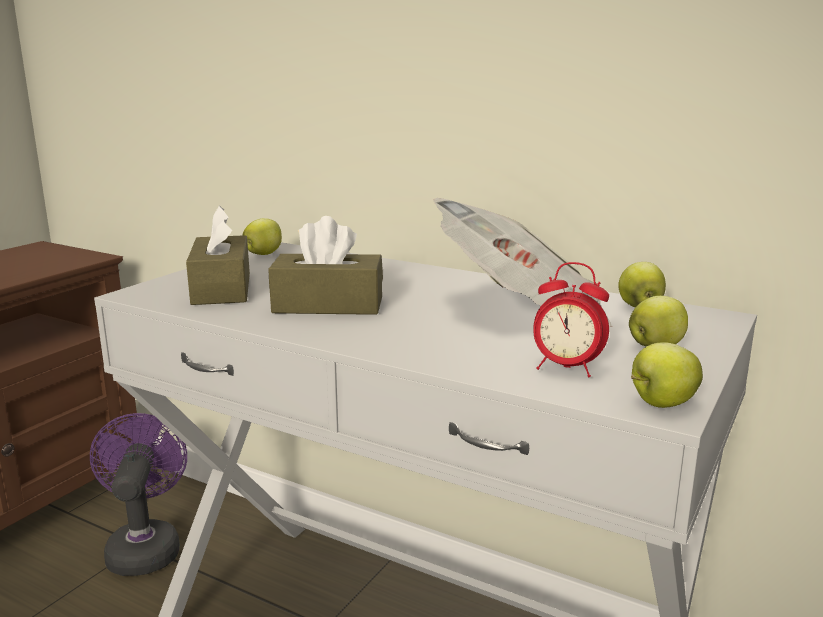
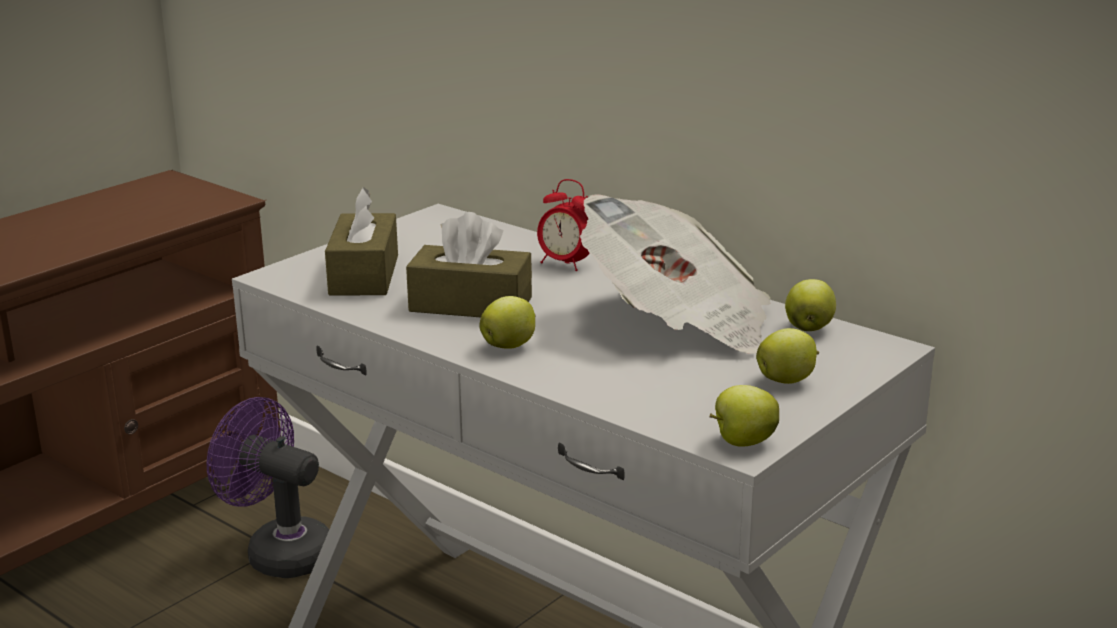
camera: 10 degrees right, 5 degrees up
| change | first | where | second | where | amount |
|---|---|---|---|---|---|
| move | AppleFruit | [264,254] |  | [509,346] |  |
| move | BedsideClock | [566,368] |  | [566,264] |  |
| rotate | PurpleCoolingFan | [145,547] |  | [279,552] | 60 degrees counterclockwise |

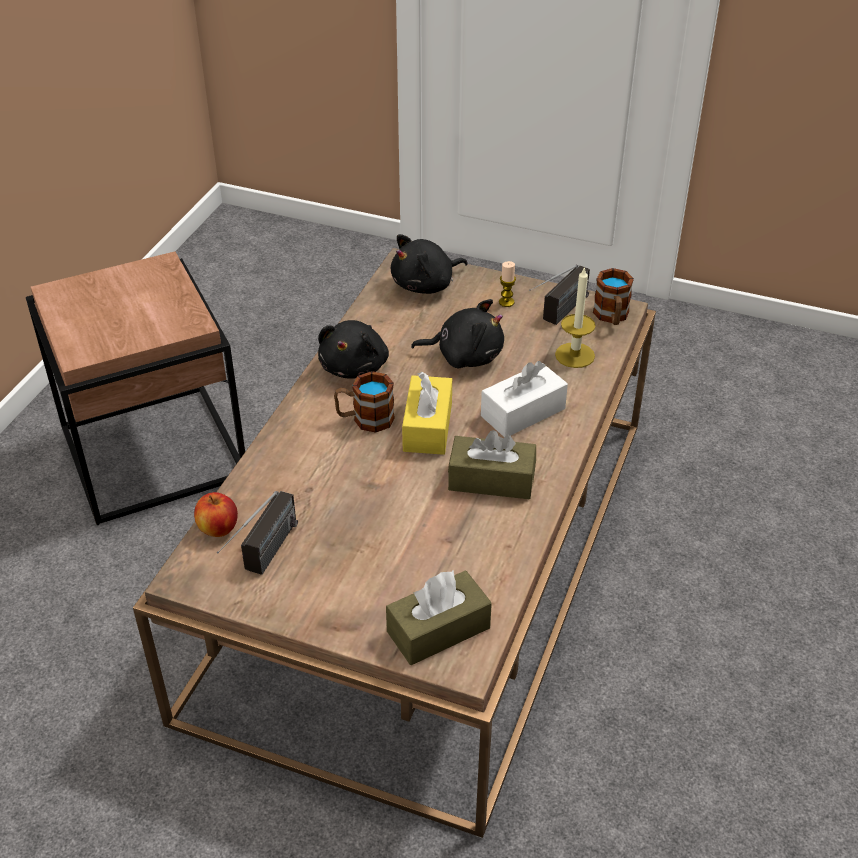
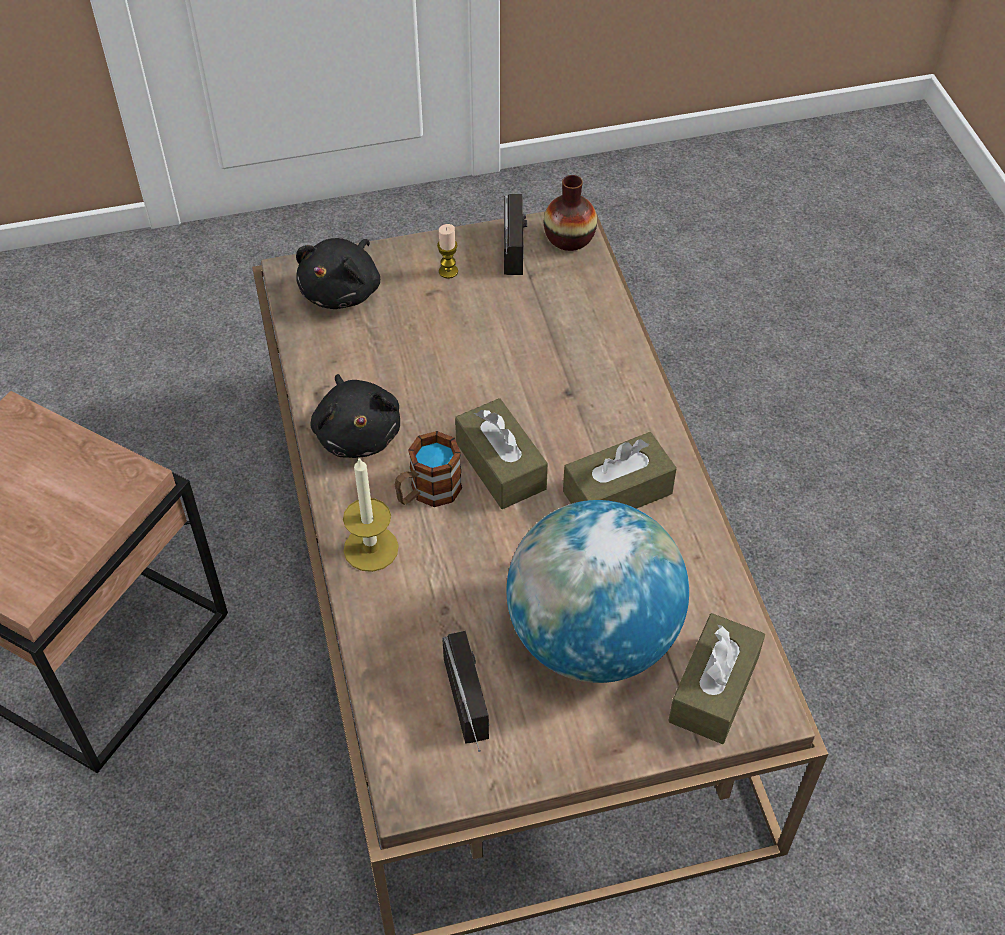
camera: 35 degrees left, 10 degrees up
| change | first | where | second | where | amount |
|---|---|---|---|---|---|
| delete | AppleFruit | [218,529] |  |  |  |
| delete | BlackSoftToy | [465,356] |  |  |  |
| delete | WhiteColouredBoxOfTissues | [523,412] |  |  |  |
| insert |  |  | DeskGlobe | [592,638] |  |
| move | Candle | [575,355] |  | [371,548] |  |
| replace | Mug | [612,317] | FlowerVase | [569,238] |  |
| recolor | YellowishBoxOfTissues | [427,427] | BrownColouredBoxOfTissues | [500,466] |  |

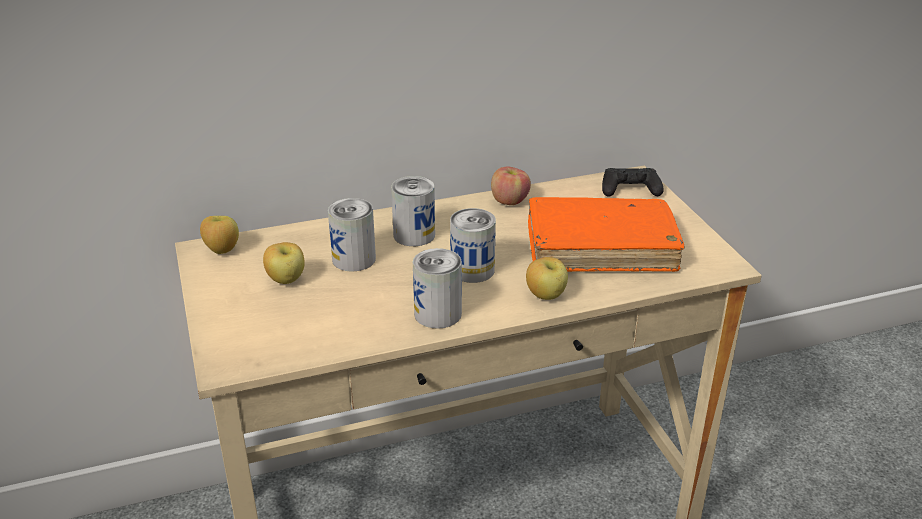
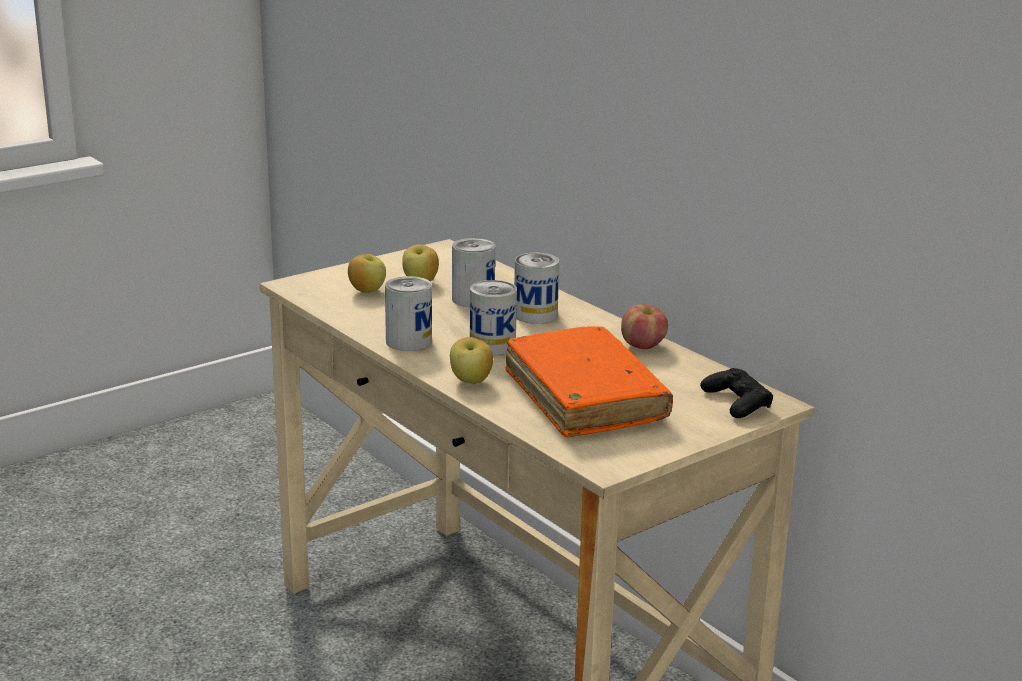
camera: 70 degrees right, 10 degrees down
| change | first | where | second | where | amount |
|---|---|---|---|---|---|
| move | AppleFruit | [222,250] |  | [367,291] |  |

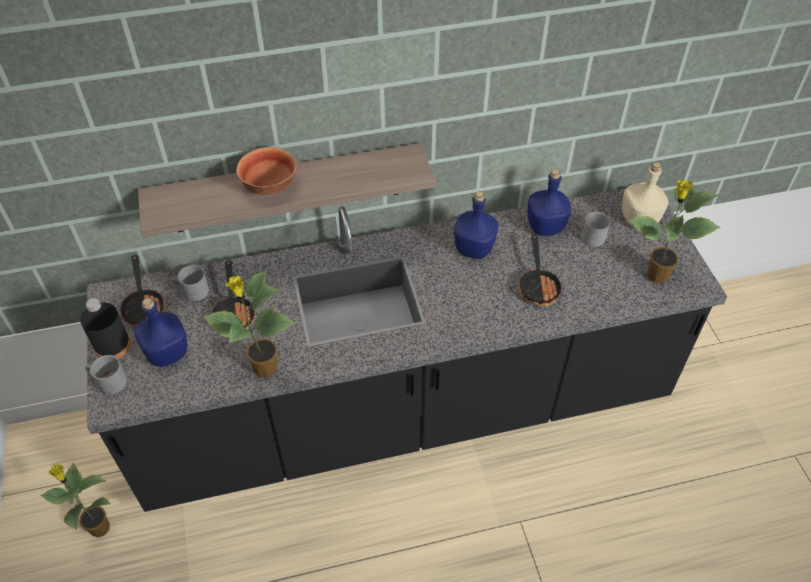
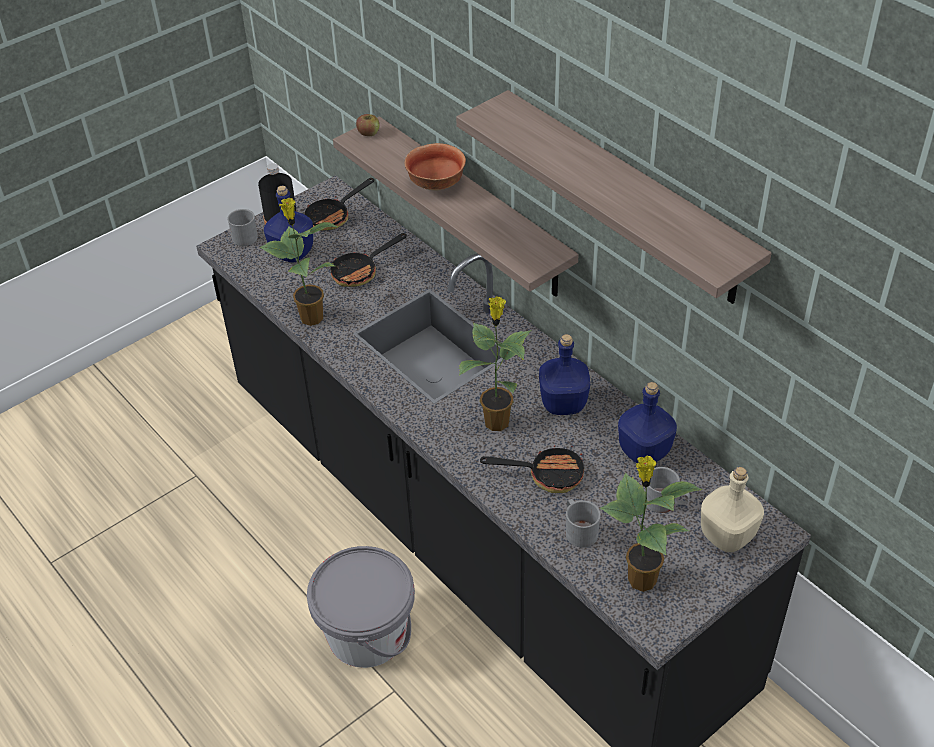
camera: 65 degrees right, 5 degrees down
| change | first | where | second | where | amount |
|---|---|---|---|---|---|
| insert |  |  | GreyPail | [367,633] |  |
| insert |  |  | AppleFruit | [368,133] |  |
| insert |  |  | BracketShelf | [627,198] |  |
| move | Houseplant | [98,527] |  | [497,420] |  |
| move | GreyMug | [191,291] |  | [579,530] |  |
| rotate | Skillet | [538,285] |  | [547,474] | 150 degrees counterclockwise |

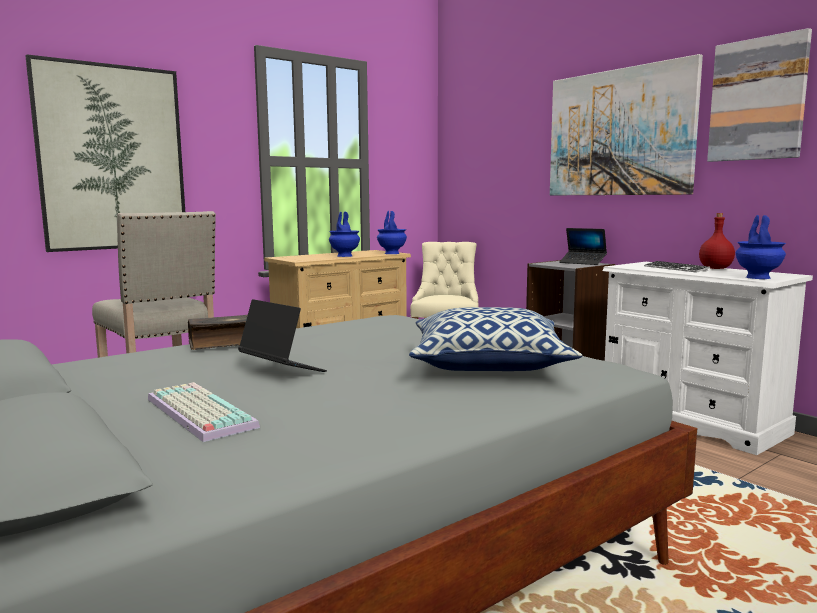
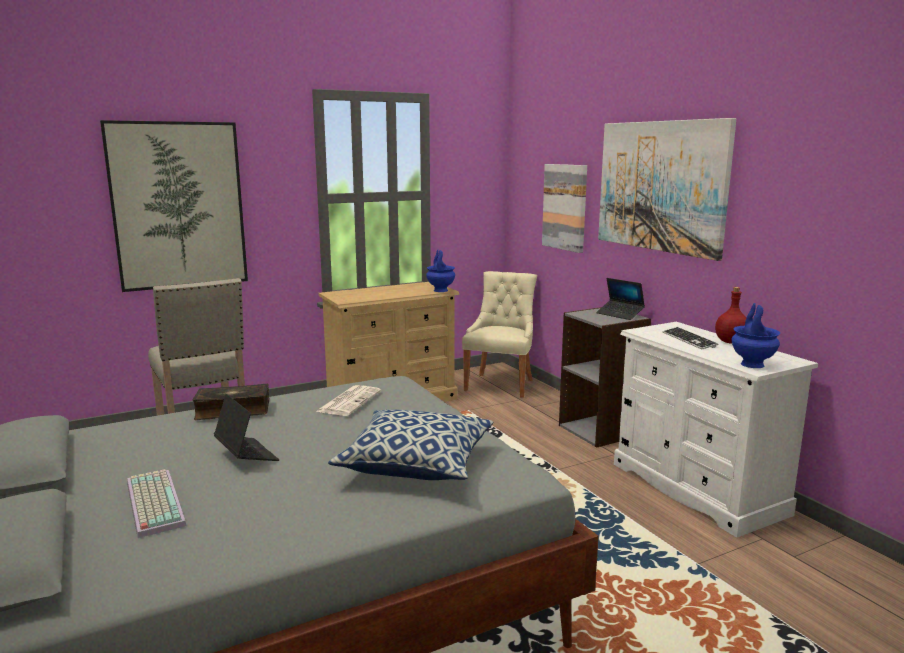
camera: 10 degrees right, 5 degrees up
| change | first | where | second | where | amount |
|---|---|---|---|---|---|
| delete | BlueFlowerVase | [344,256] |  |  |  |
| insert |  |  | Newspaper | [349,401] |  |
| move | WallArt | [757,100] |  | [565,207] |  |

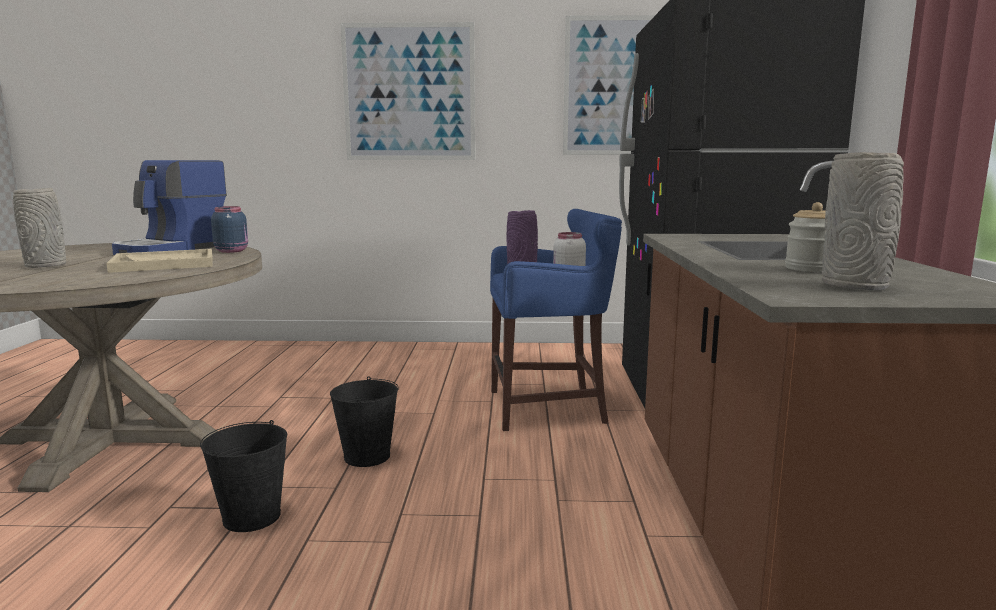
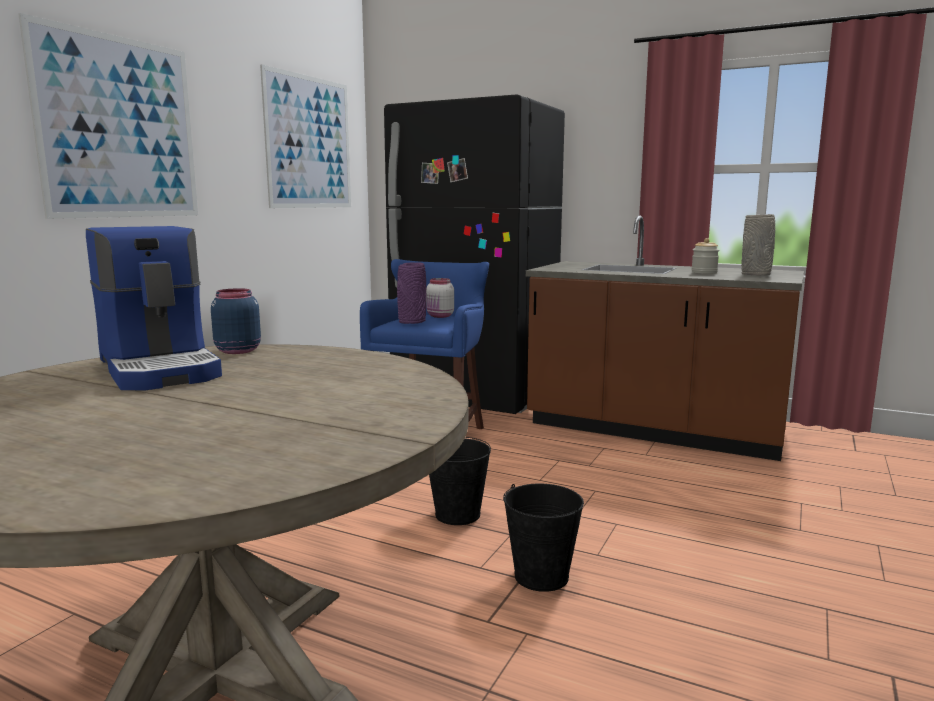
camera: 65 degrees left, 0 degrees up
| change | first | where | second | where | amount |
|---|---|---|---|---|---|
| delete | GreyFlowerVase | [46,266] |  |  |  |
| delete | BeigeColouredCarryingTray | [164,264] |  |  |  |

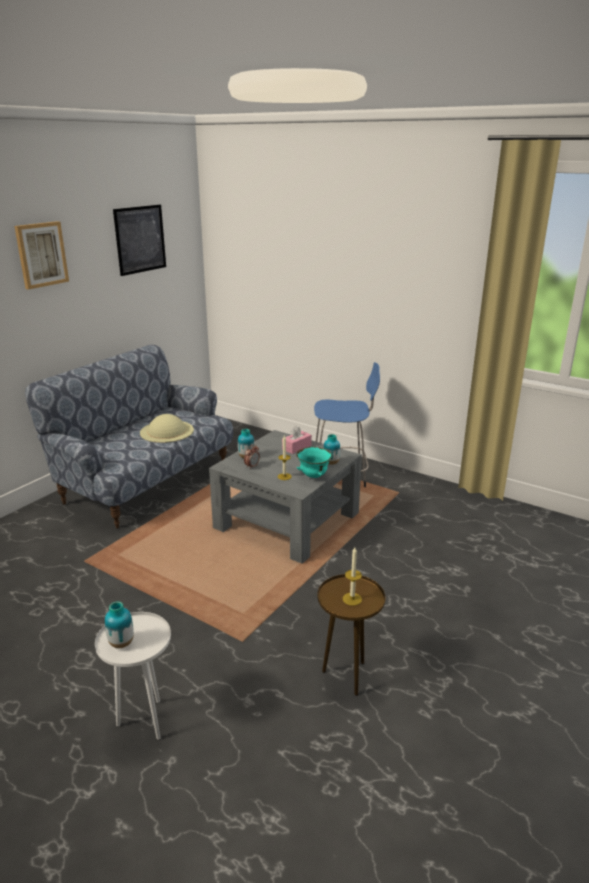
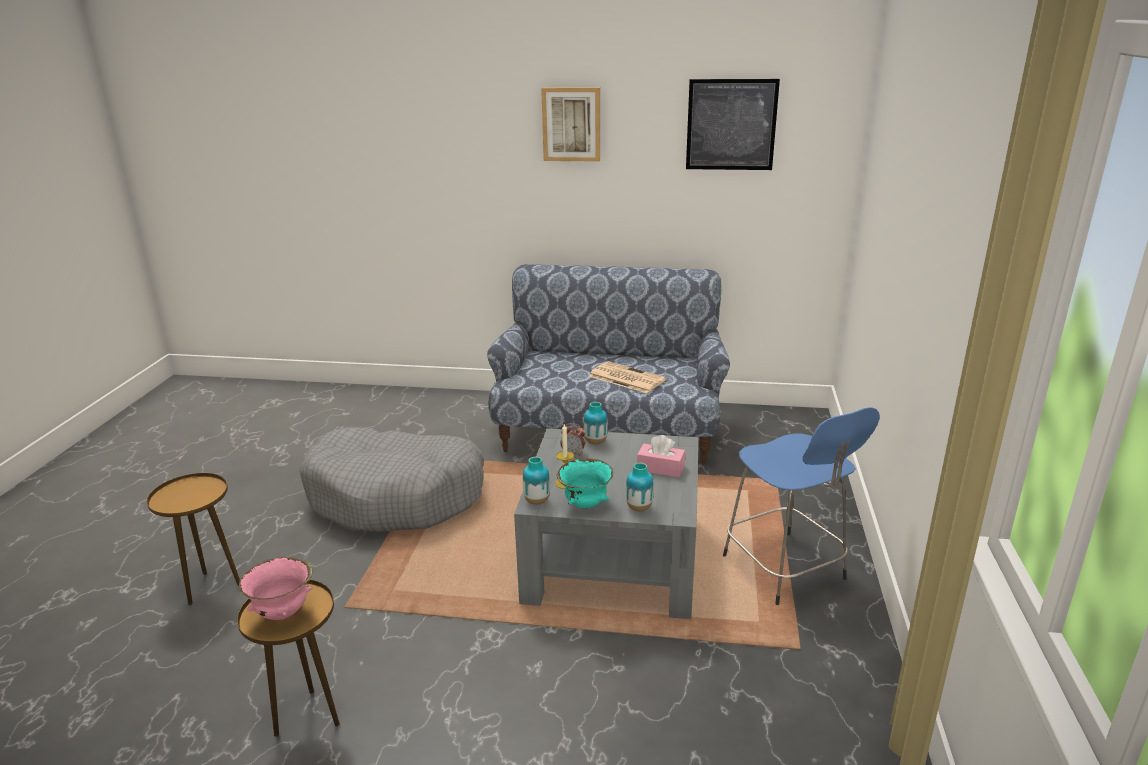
camera: 65 degrees right, 0 degrees up
| change | first | where | second | where | amount |
|---|---|---|---|---|---|
| insert |  |  | GreyDogBed | [396,496] |  |
| move | FlowerVase | [121,643] |  | [537,501] |  |
| replace | BeigeColouredHat | [167,431] | Newspaper | [625,378] |  |
| replace | Candle | [352,599] | PinkDeepDish | [283,613] |  |
| recolor | WhiteColouredEndTable | [145,721] | BrownColouredEndTable | [211,587] |  |

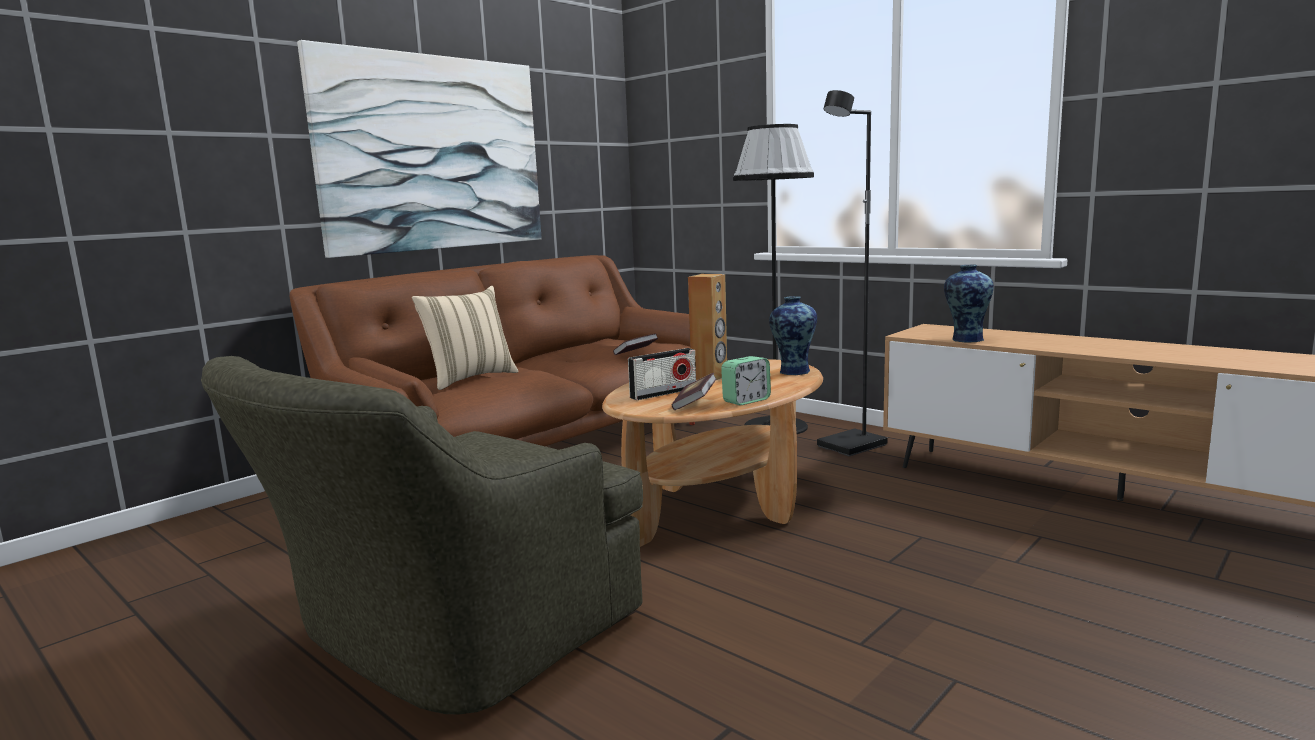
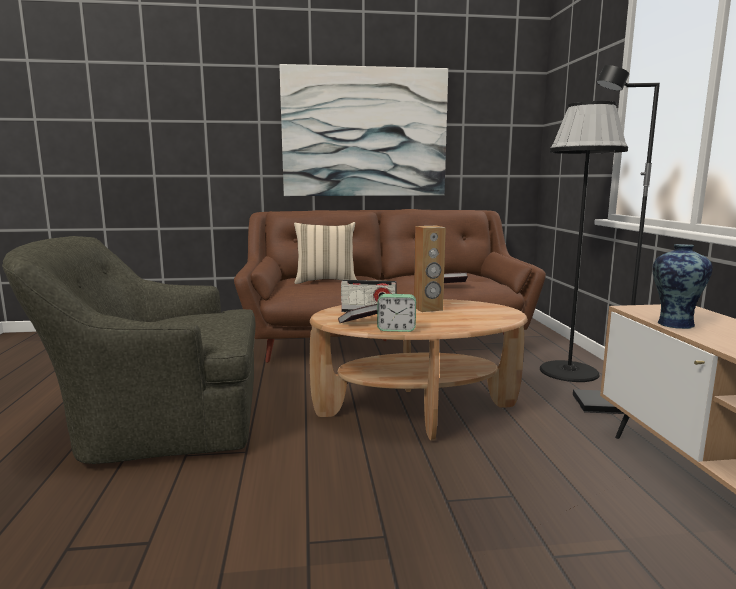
camera: 40 degrees right, 0 degrees up
| change | first | where | second | where | amount |
|---|---|---|---|---|---|
| delete | FlowerVase | [793,371] |  |  |  |

